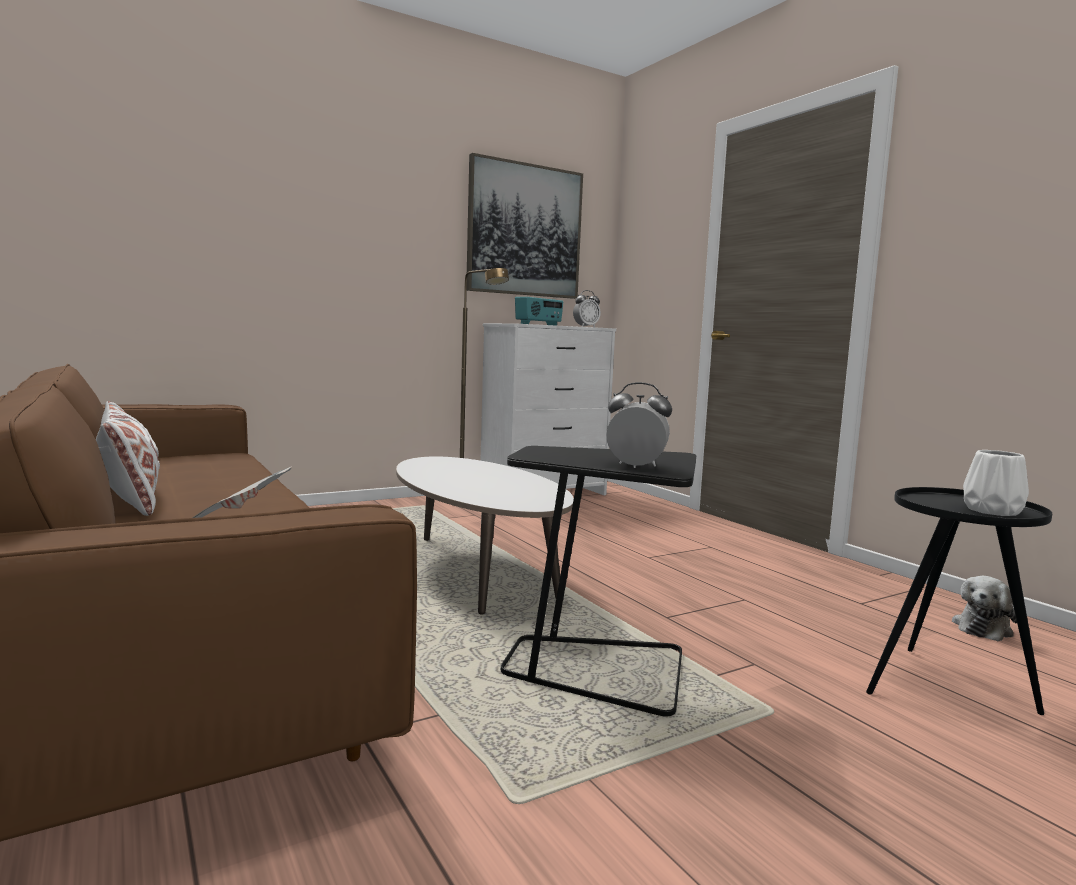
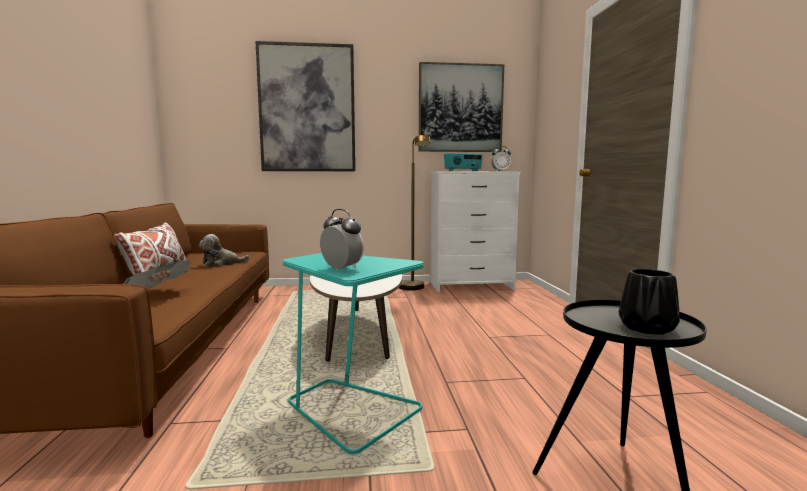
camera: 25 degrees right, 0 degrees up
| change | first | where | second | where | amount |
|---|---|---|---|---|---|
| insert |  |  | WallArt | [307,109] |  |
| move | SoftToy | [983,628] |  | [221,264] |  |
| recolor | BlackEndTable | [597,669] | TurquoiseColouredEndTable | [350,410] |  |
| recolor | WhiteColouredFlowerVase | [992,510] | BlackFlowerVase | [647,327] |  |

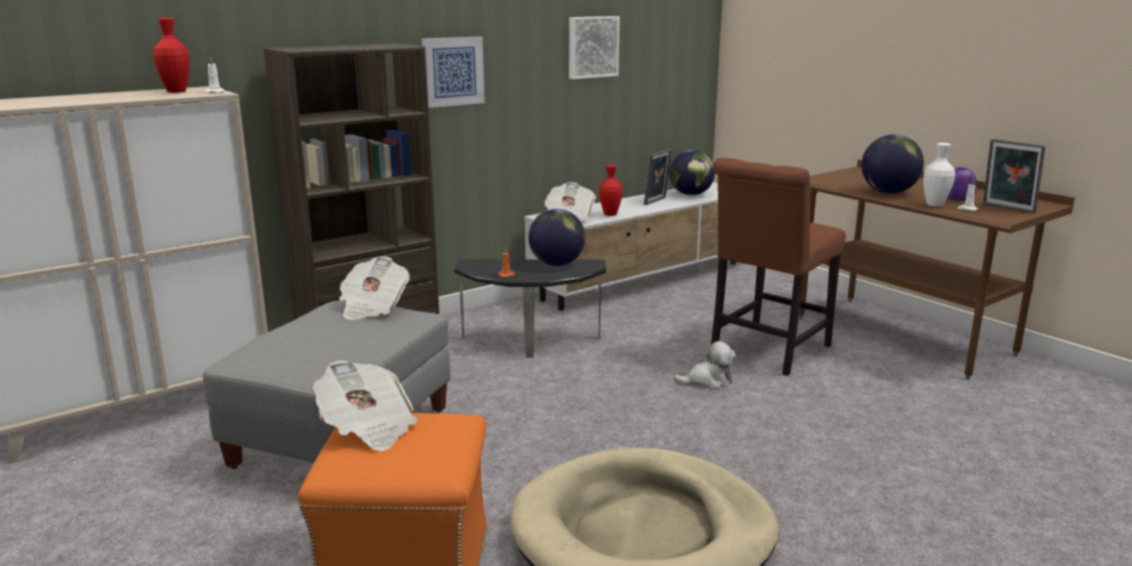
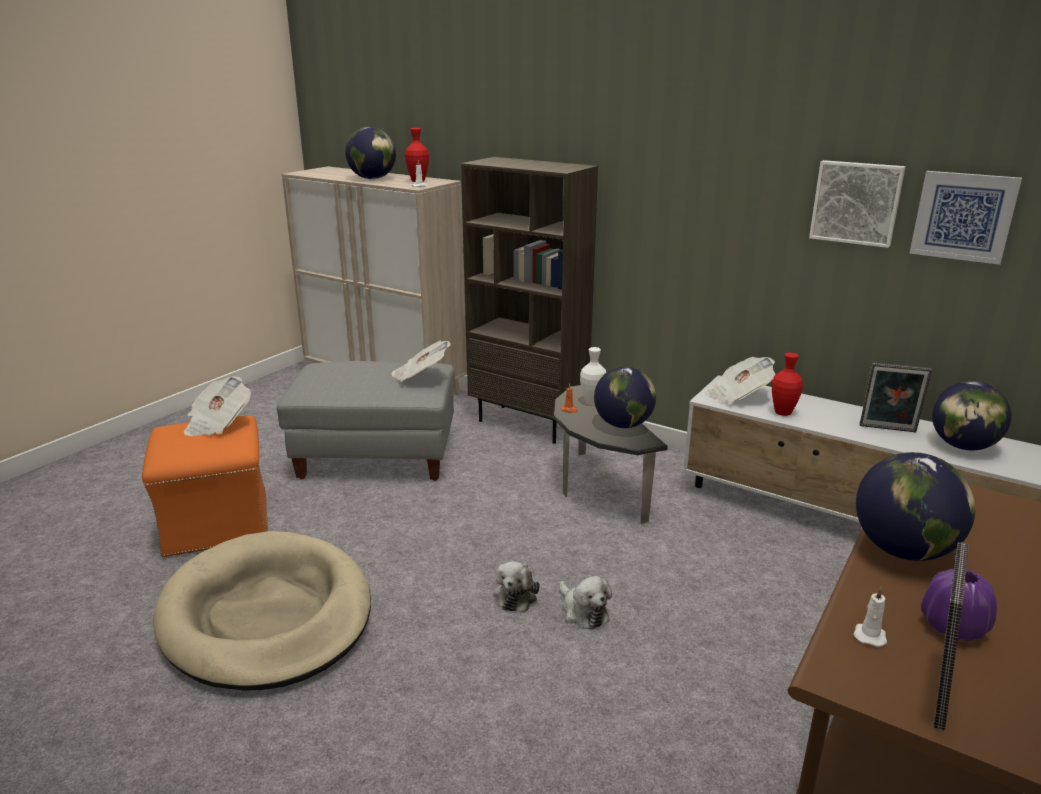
camera: 70 degrees right, 5 degrees up
| change | first | where | second | where | amount |
|---|---|---|---|---|---|
| delete | BrownColouredUprightChair | [766,351] |  |  |  |
| insert |  |  | DeskGlobe | [372,179] |  |
| insert |  |  | SoftToy | [516,595] |  |
| move | WallArt | [452,71] |  | [963,216] |  |
| move | WhiteColouredFlowerVase | [934,205] |  | [592,402] |  |

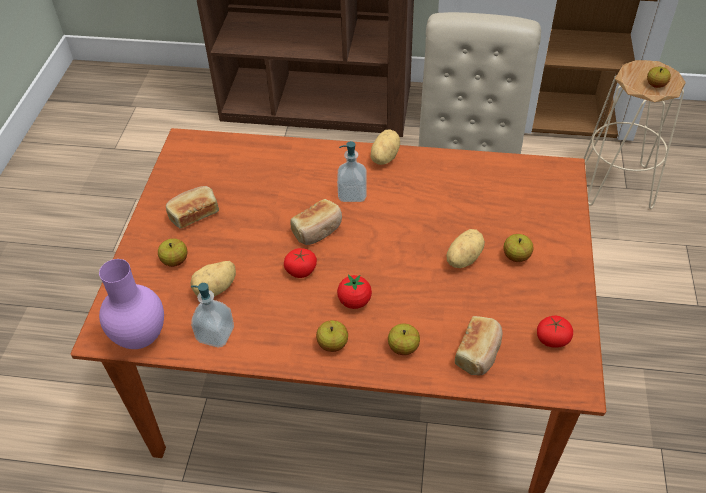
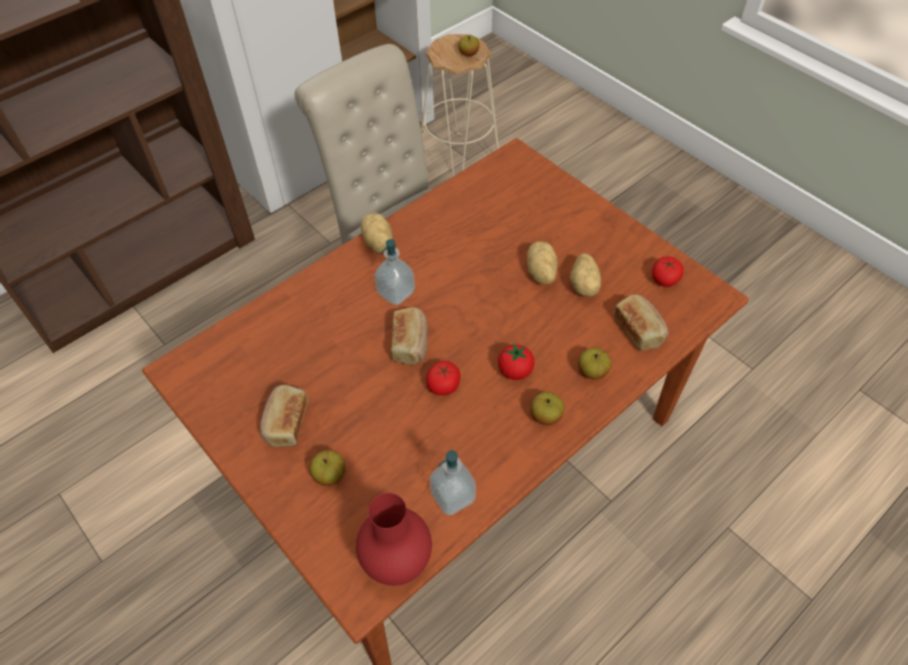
camera: 50 degrees left, 5 degrees up
| change | first | where | second | where | amount |
|---|---|---|---|---|---|
| delete | AppleFruit | [516,256] |  |  |  |
| move | WholePotato | [216,289] |  | [584,285] |  |
| recolor | PurpleFlowerVase | [139,337] | RedColouredFlowerVase | [396,563] |  |

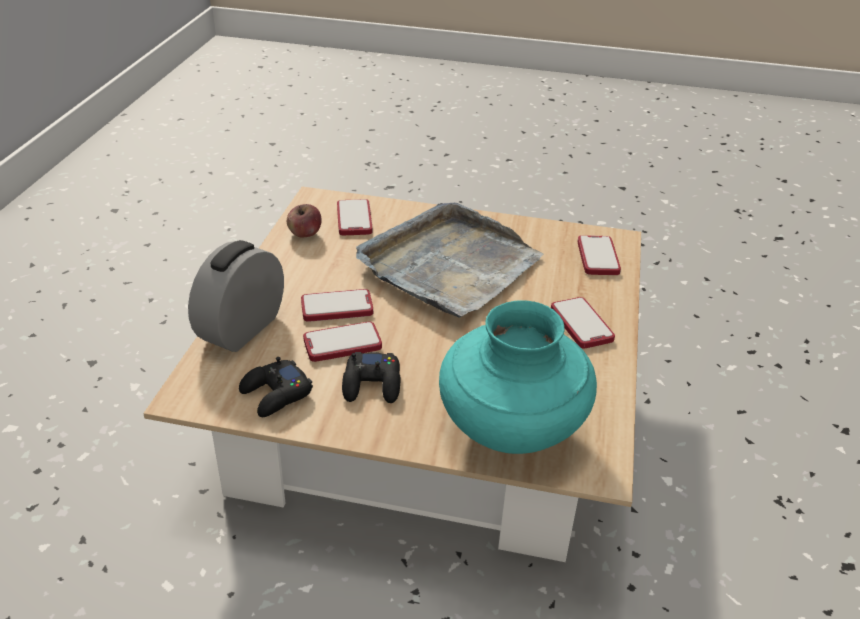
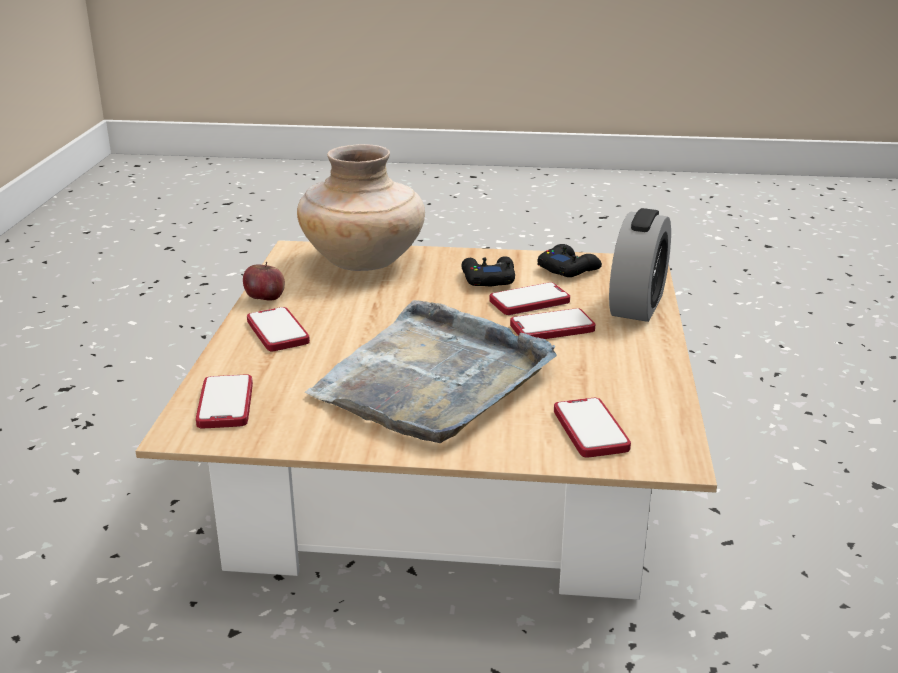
camera: 175 degrees right, 10 degrees down
| change | first | where | second | where | amount |
|---|---|---|---|---|---|
| move | AppleFruit | [305,234] |  | [265,298] |  |
| recolor | TurquoiseColouredFlowerVase | [510,430] | BeigeColouredFlowerVase | [364,262] |  |

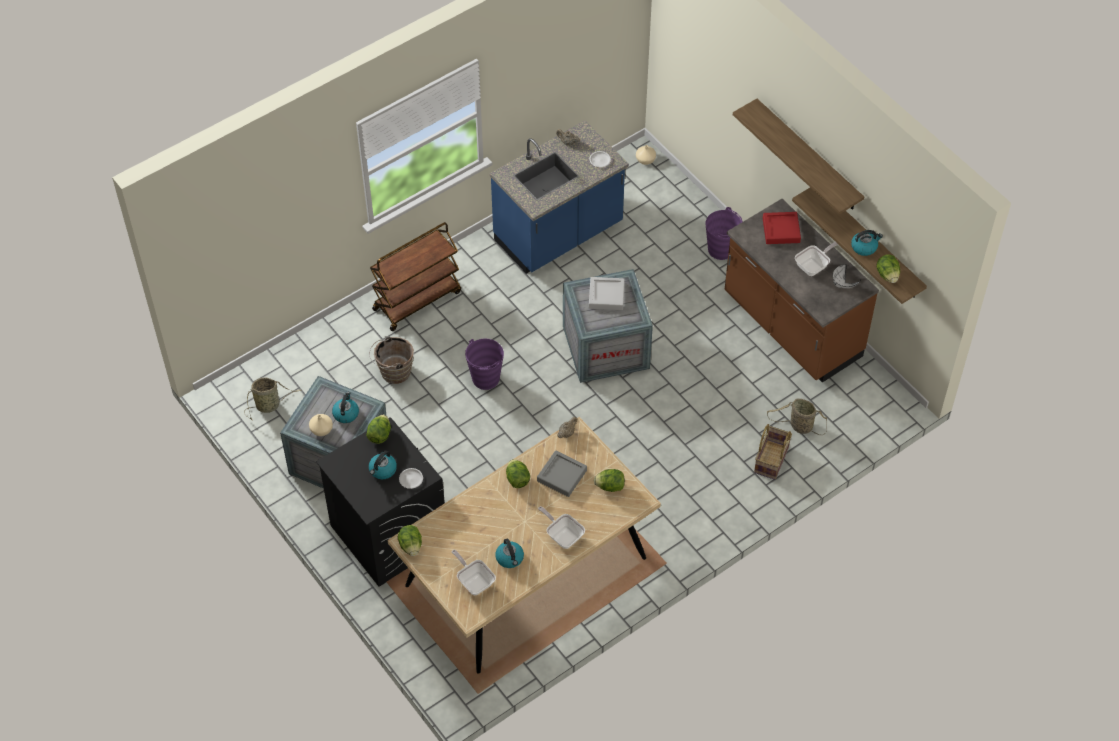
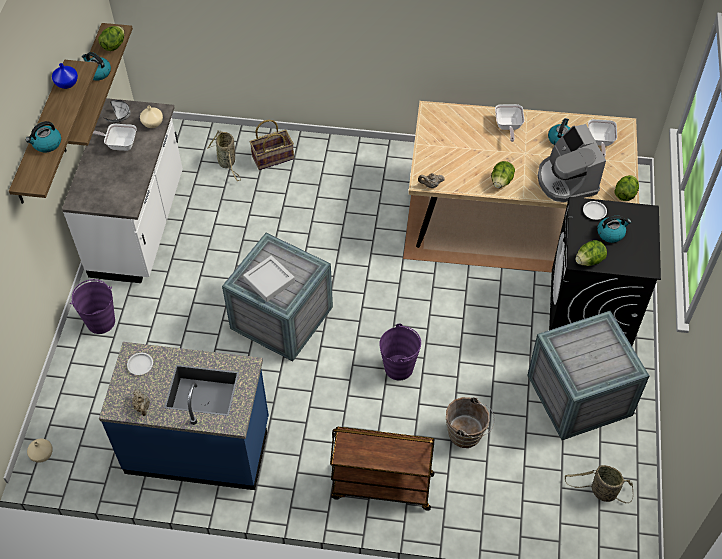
camera: 135 degrees left, 0 degrees up
| change | first | where | second | where | amount |
|---|---|---|---|---|---|
| delete | GreyCarryingTray | [562,476] |  |  |  |
| delete | LettuceHead | [610,486] |  |  |  |
| delete | RedColouredCarryingTray | [781,230] |  |  |  |
| insert |  |  | BlueFlowerVase | [67,83] |  |
| insert |  |  | CoffeeMaker | [566,180] |  |
| move | BeigeColouredFlowerVase | [321,429] |  | [153,123] |  |
| move | Kettle | [346,413] |  | [47,144] |  |
| recolor | BrownColouredKitchenBaseUnit | [791,327] | WhiteColouredKitchenBaseUnit | [139,226] |  |

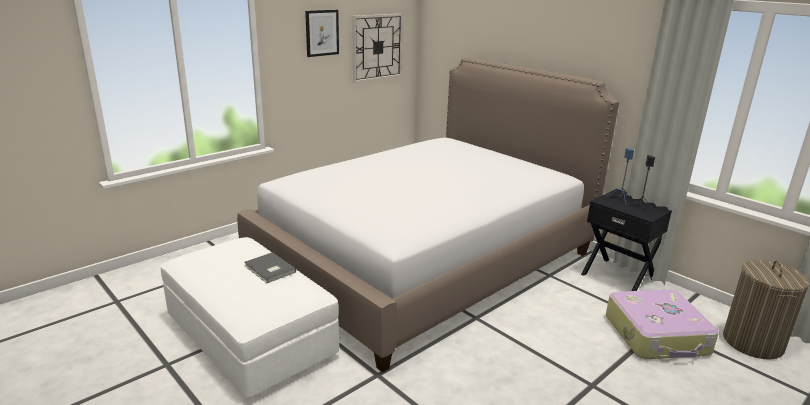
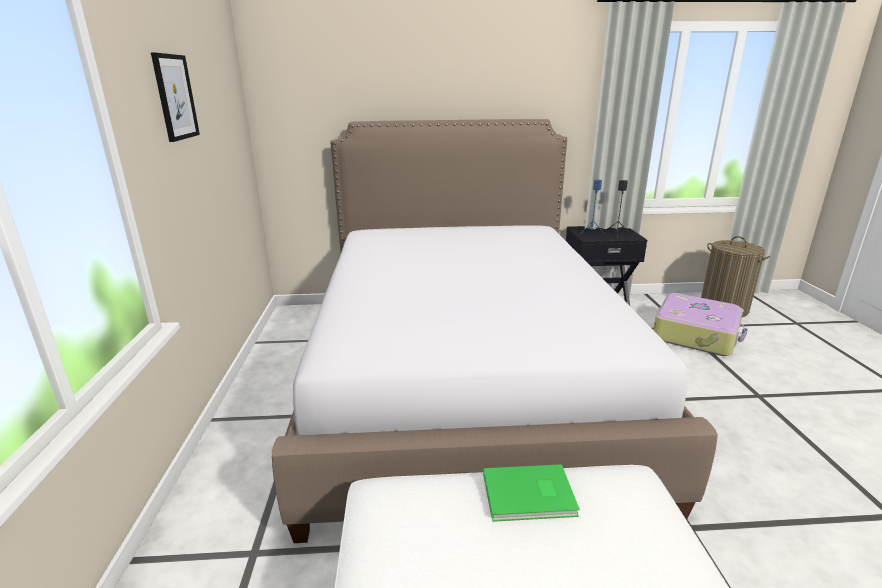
camera: 50 degrees left, 0 degrees up
| change | first | where | second | where | amount |
|---|---|---|---|---|---|
| delete | ClockOnTheWall | [377,47] |  |  |  |
| recolor | GreyBoundBook | [269,269] | GreenishBoundBook | [530,496] |  |

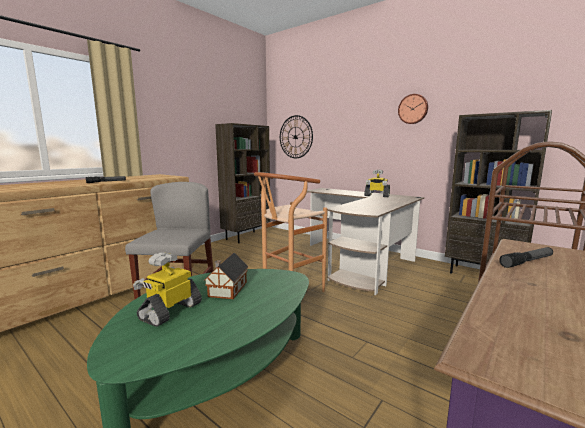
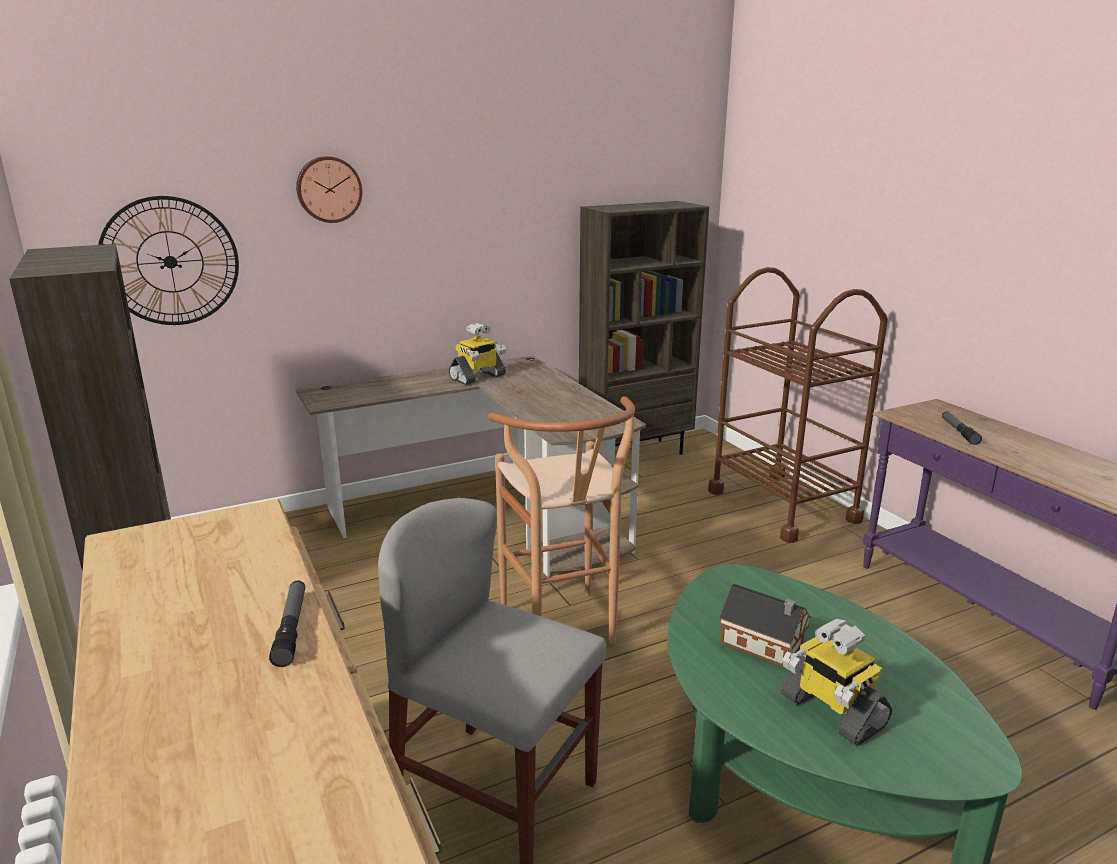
camera: 65 degrees left, 10 degrees up
| change | first | where | second | where | amount |
|---|---|---|---|---|---|
| move | ClockOnTheWall | [413,109] |  | [328,189] |  |

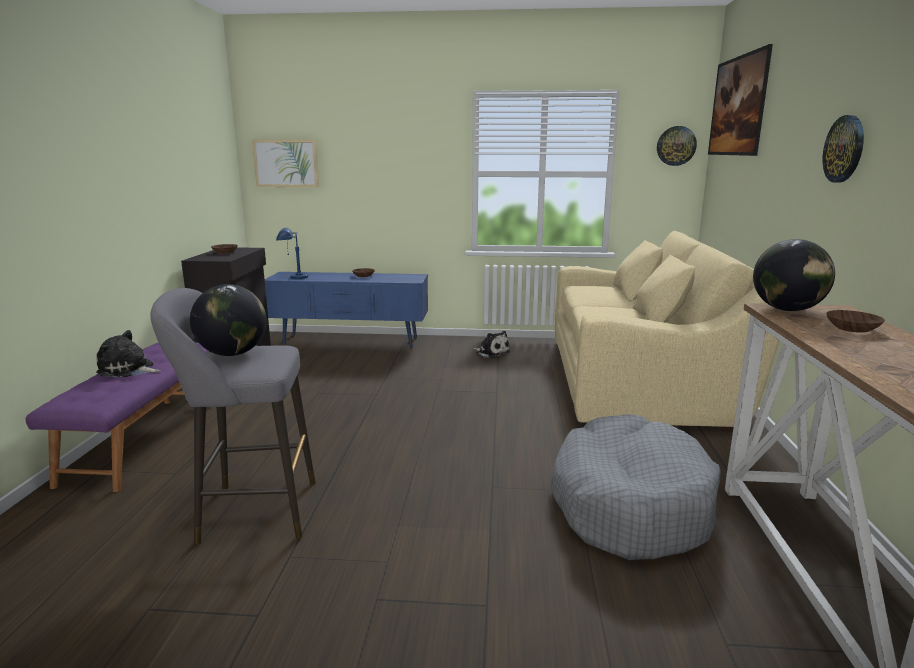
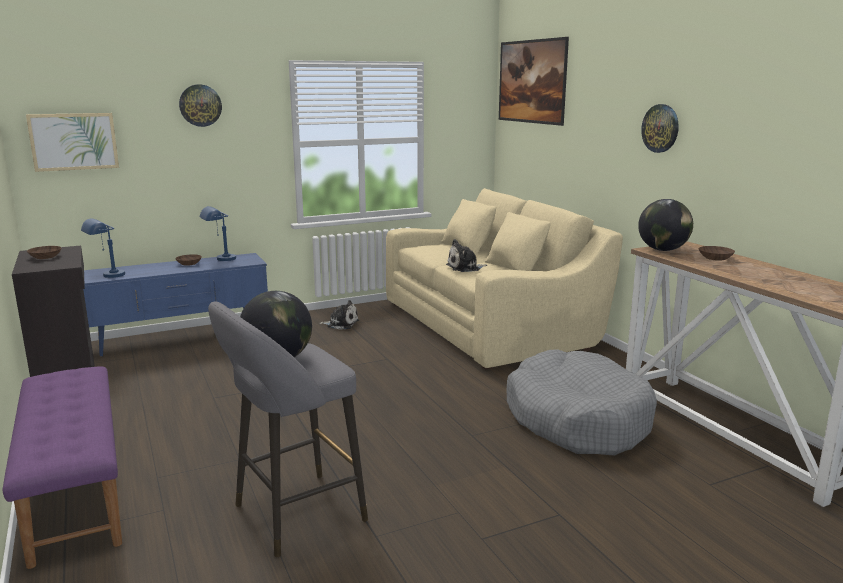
camera: 30 degrees left, 0 degrees up
| change | first | where | second | where | amount |
|---|---|---|---|---|---|
| insert |  |  | BlueLampForATable | [220,259] |  |
| move | SoftToy | [128,370] |  | [465,268] |  |
| move | ClockOnTheWall | [676,146] |  | [200,105] |  |

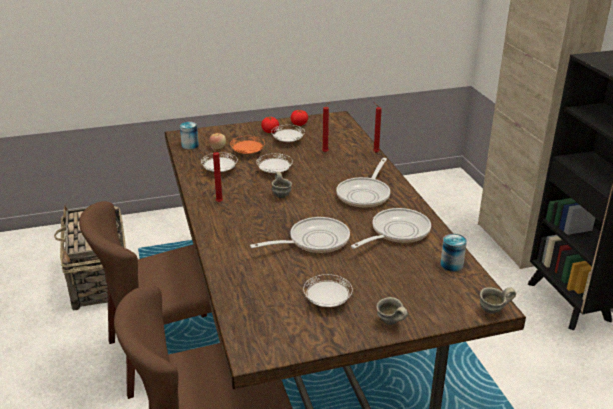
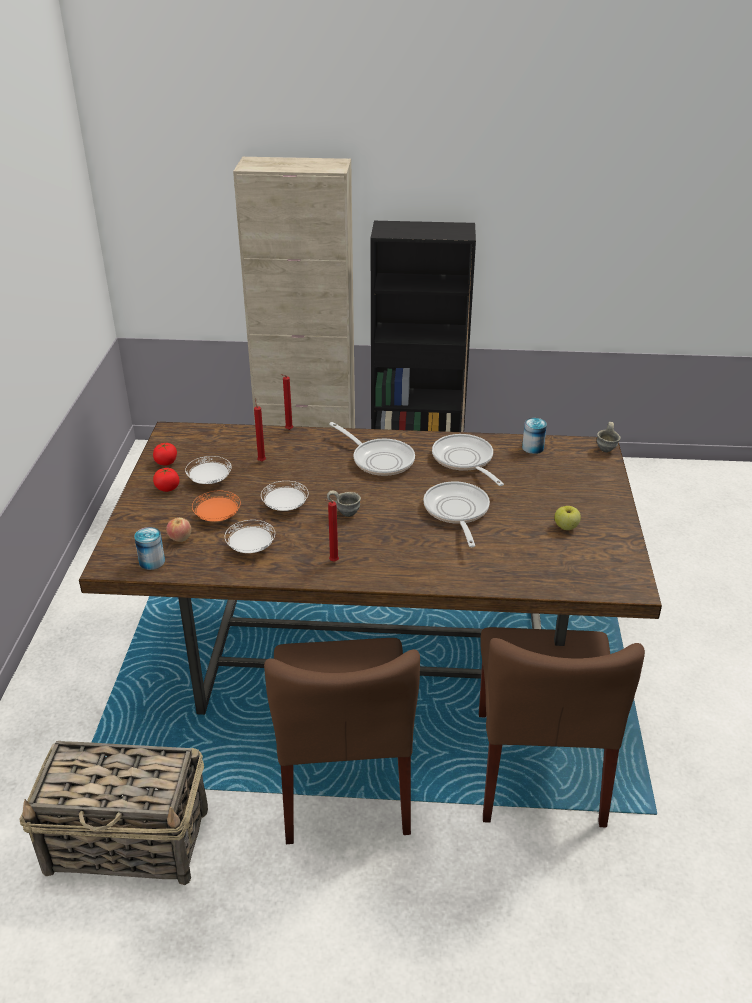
camera: 70 degrees left, 5 degrees up
| change | first | where | second | where | amount |
|---|---|---|---|---|---|
| delete | GreyMug | [390,323] |  |  |  |
| replace | WhiteColouredDinnerPlate | [327,301] | AppleFruit | [566,527] |  |

